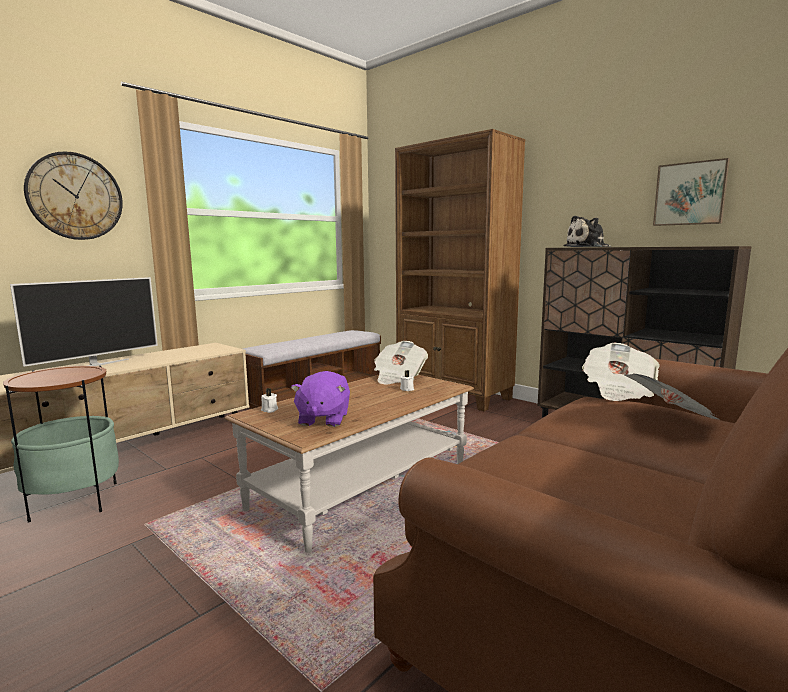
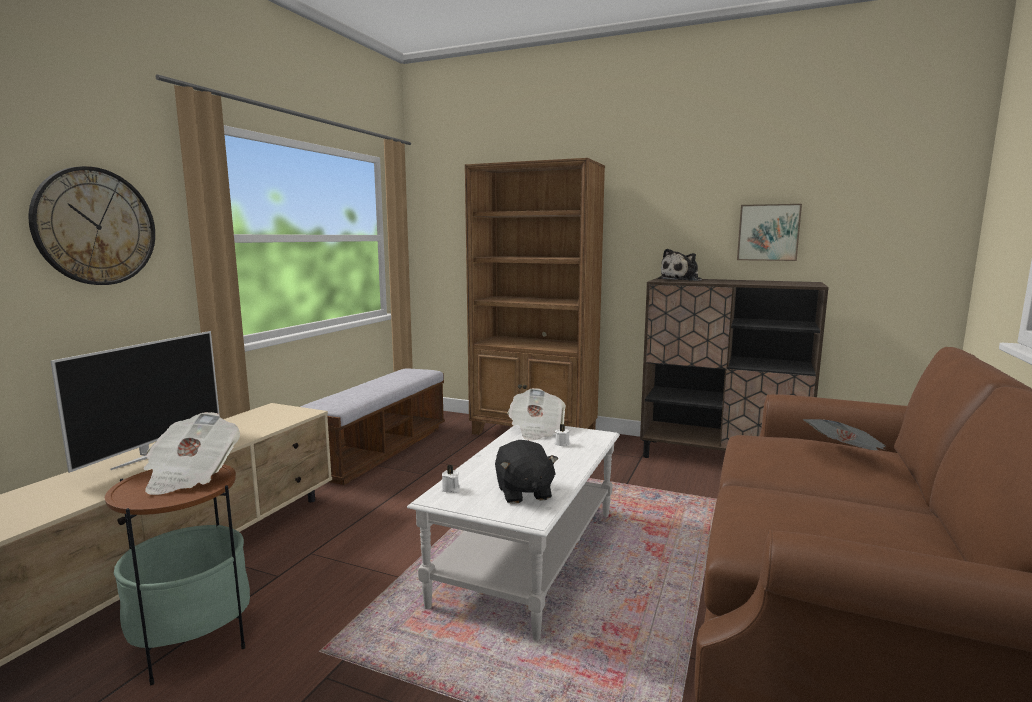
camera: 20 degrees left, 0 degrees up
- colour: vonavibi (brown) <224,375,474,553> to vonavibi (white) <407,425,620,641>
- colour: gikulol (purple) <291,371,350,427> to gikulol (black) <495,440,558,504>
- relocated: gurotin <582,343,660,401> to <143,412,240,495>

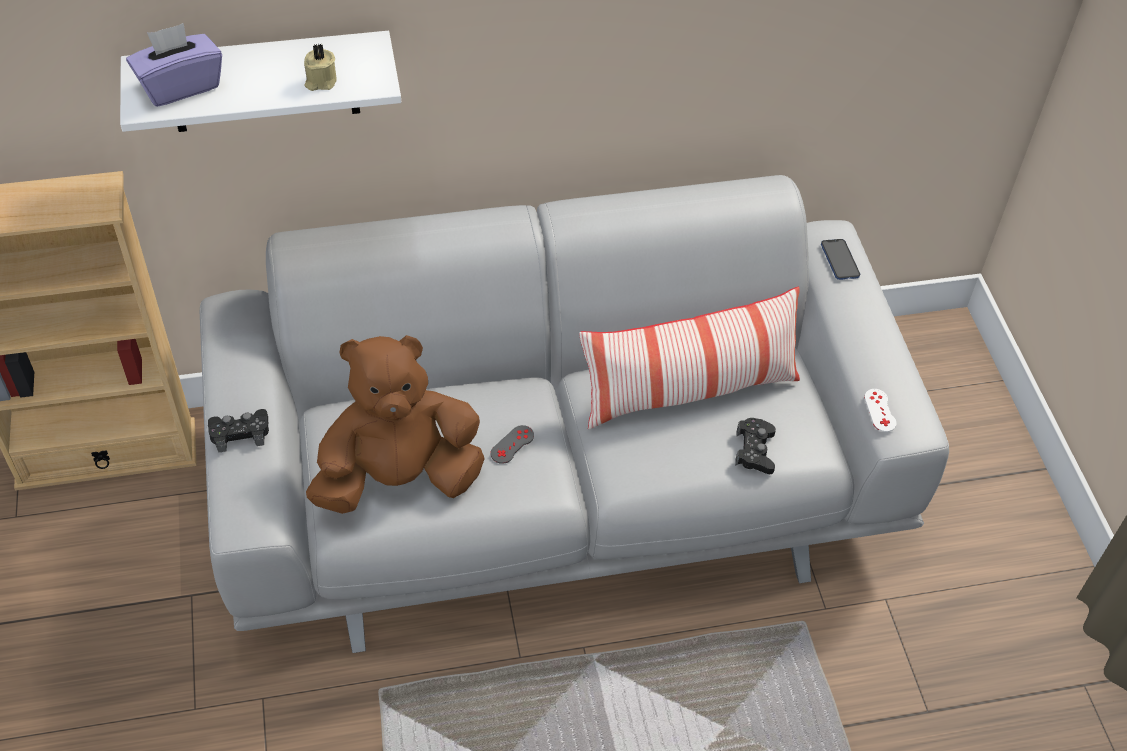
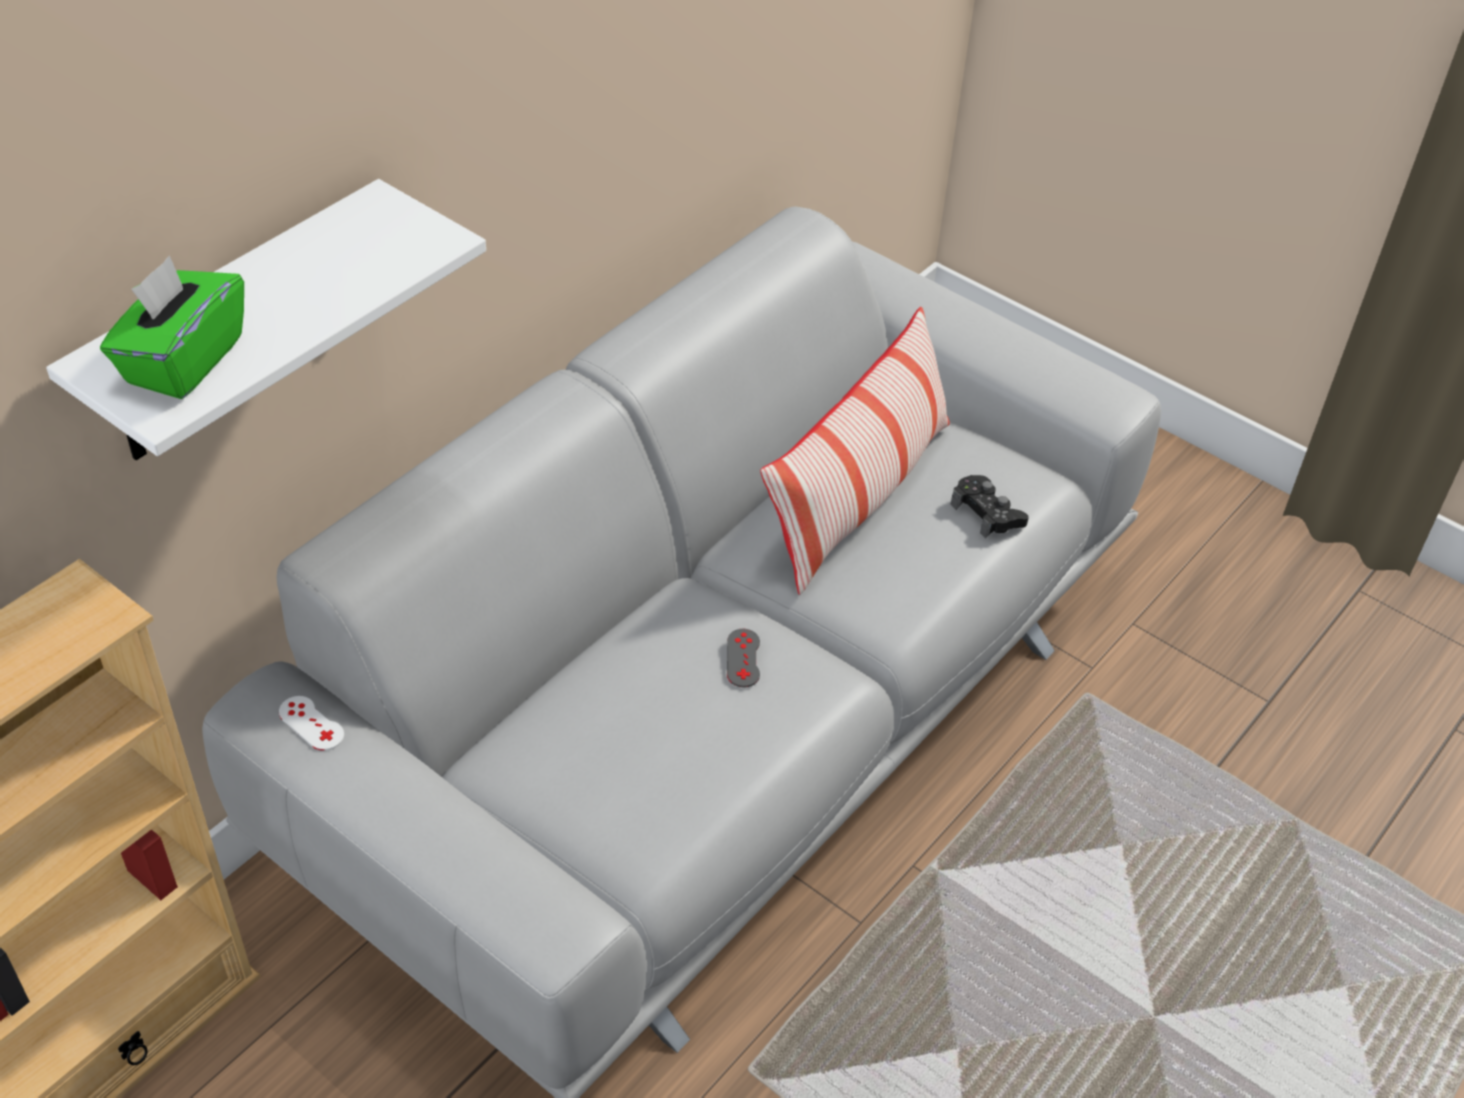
camera: 40 degrees left, 5 degrees down
- colour: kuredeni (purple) <126,23,222,107> to kuredeni (green) <100,256,244,399>
- missing: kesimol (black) <208,409,269,452>
- missing: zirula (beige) <304,44,337,91>
- missing: gikulol (brown) <306,335,485,514>
- missing: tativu <821,239,860,280>
- relocated: kesimol (white) <864,389,897,432> to <279,696,344,751>

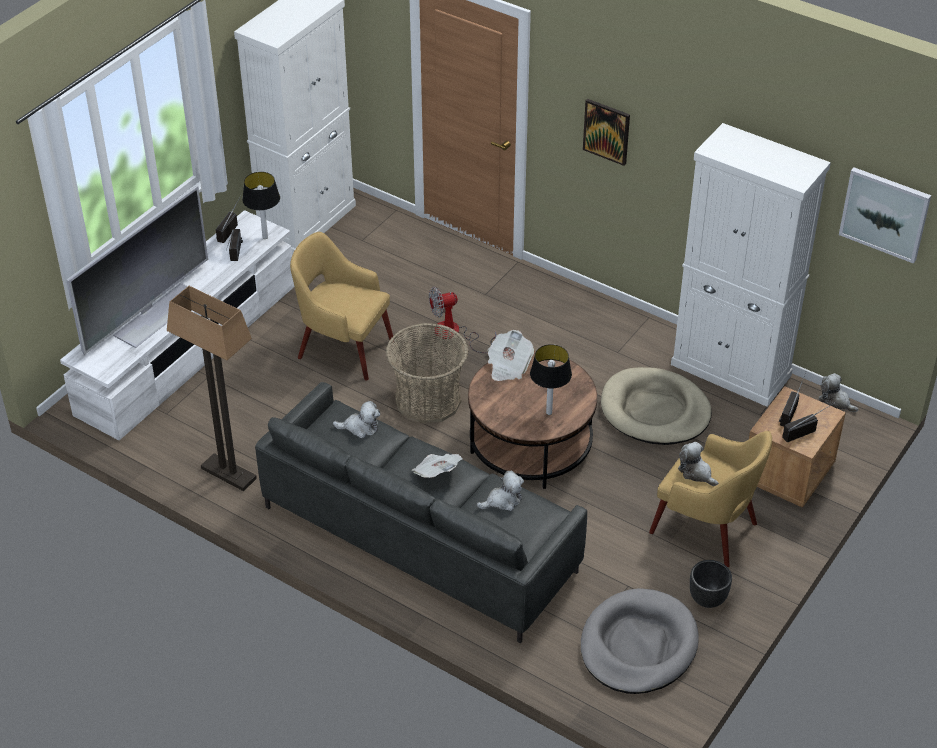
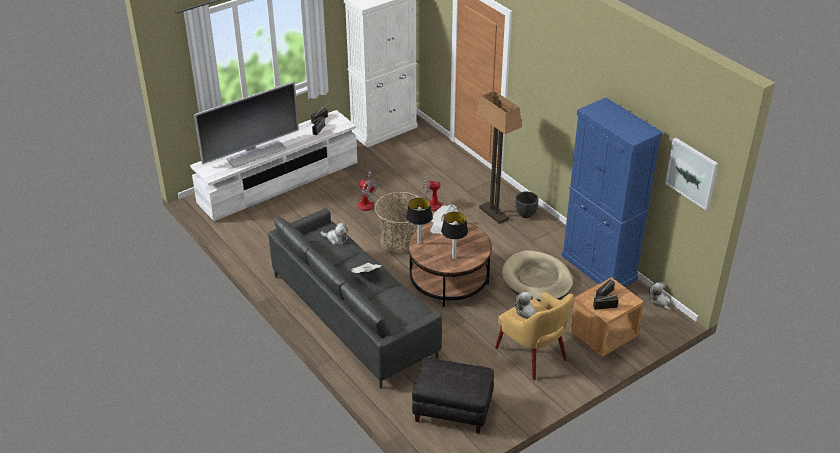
camera: 20 degrees right, 5 degrees down
- relocated: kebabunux <167,286,257,491> to <476,91,522,224>
- relocated: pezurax <242,172,280,239> to <406,198,433,245>
- exchanged: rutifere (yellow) <290,232,393,380> to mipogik <358,171,377,211>
- missing: gikulol <477,471,524,511>
- exchanged: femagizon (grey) <581,588,699,694> to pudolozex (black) <412,357,494,434>
- missing: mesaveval <583,99,630,166>
- colour: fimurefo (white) <671,123,831,407> to fimurefo (blue) <562,98,663,287>
- relocated: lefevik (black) <690,560,732,608> to <515,191,538,218>

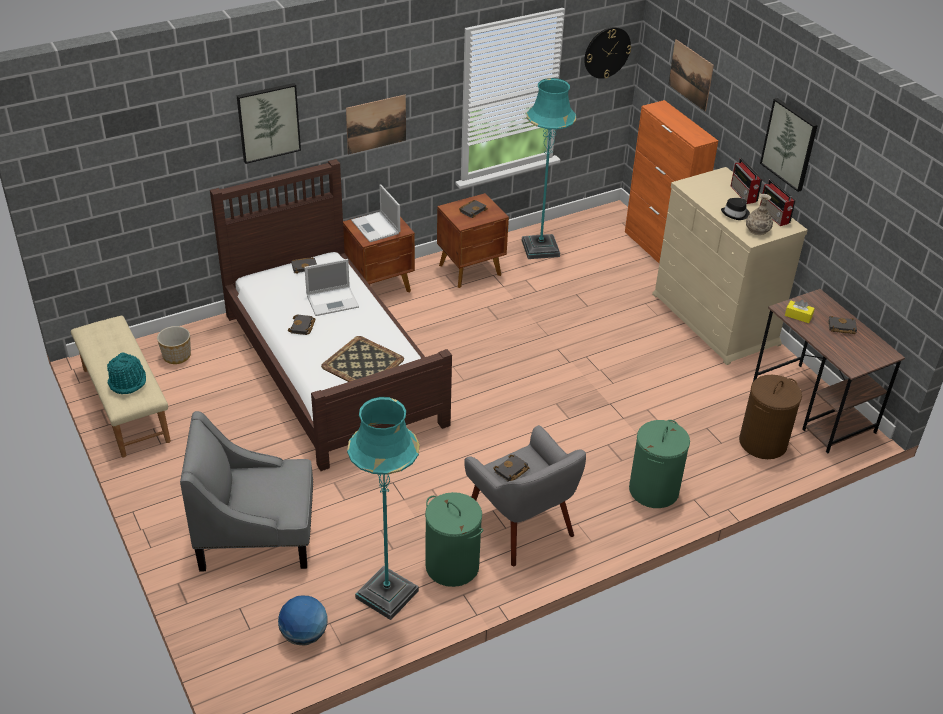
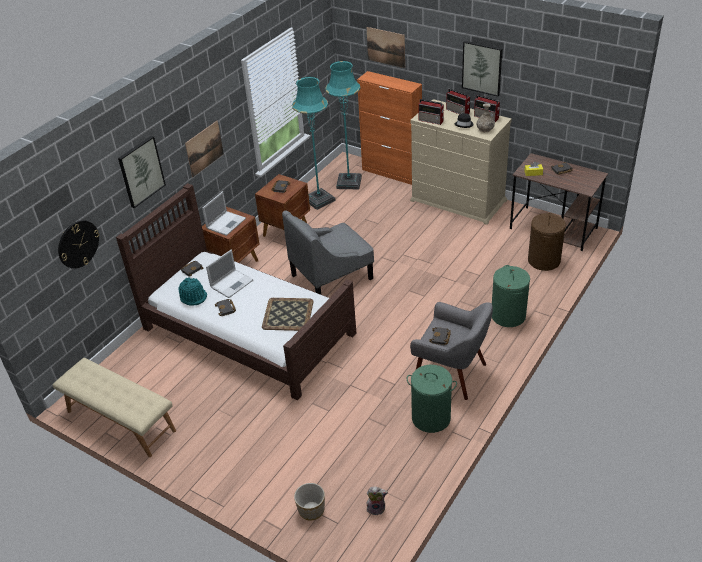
camera: 25 degrees left, 0 degrees up
- relocated: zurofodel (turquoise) <107,353,146,394> to <178,277,207,306>
- relocated: lefevik <157,326,191,364> to <294,483,325,521>
- relocated: rutifere (grey) <180,411,313,571> to <282,211,374,294>
- exchanged: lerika <278,596,327,646> to gikulol <367,487,388,515>
- relocated: kebabunux (turquoise) <347,397,420,620> to <325,61,362,189>
- spun: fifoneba <351,184,400,242> = <202,191,246,236> 90 degrees counterclockwise
- relocated: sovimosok <584,27,631,79> to <58,220,99,269>
- appeared: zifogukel <418,99,444,125>

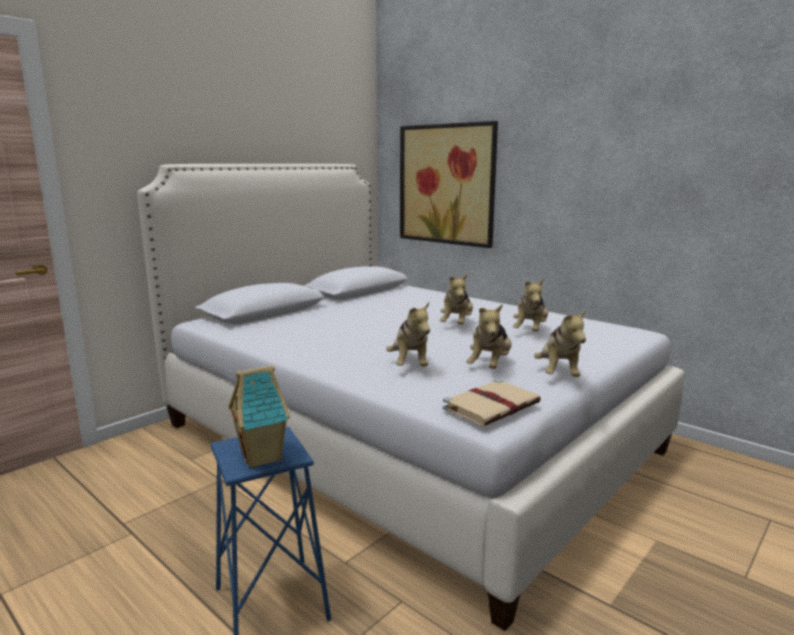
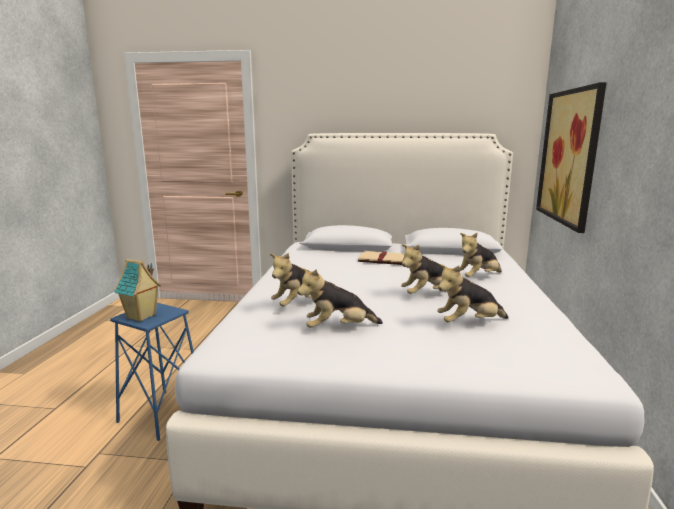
camera: 55 degrees right, 0 degrees up
- relocated: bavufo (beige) <443,379,541,426> to <358,250,405,265>
- relocated: gikulol <534,310,586,377> to <460,233,502,277>

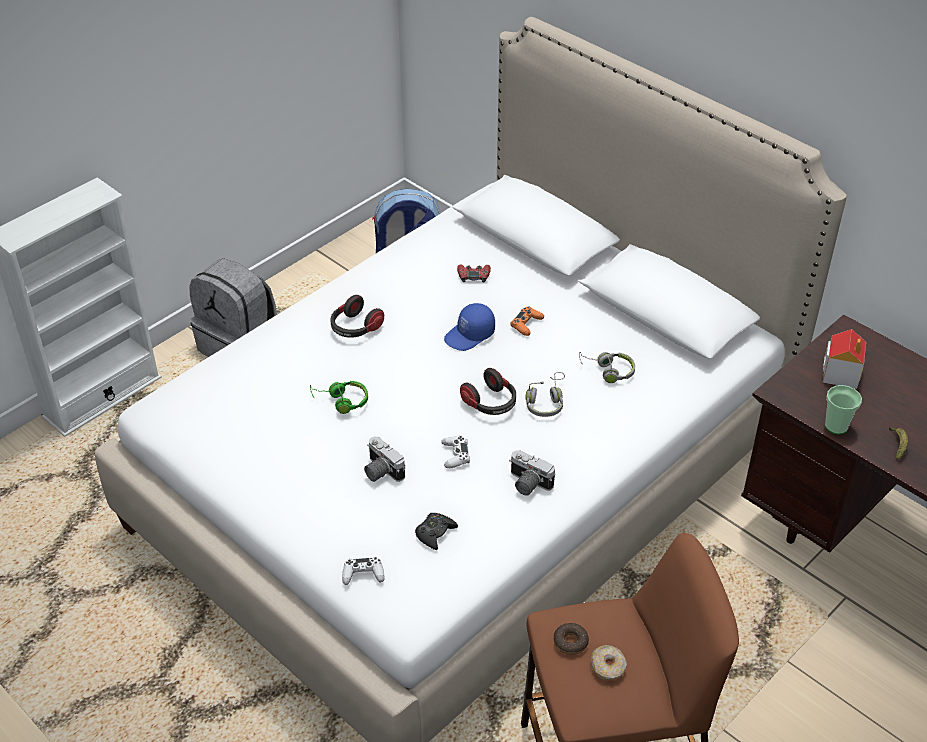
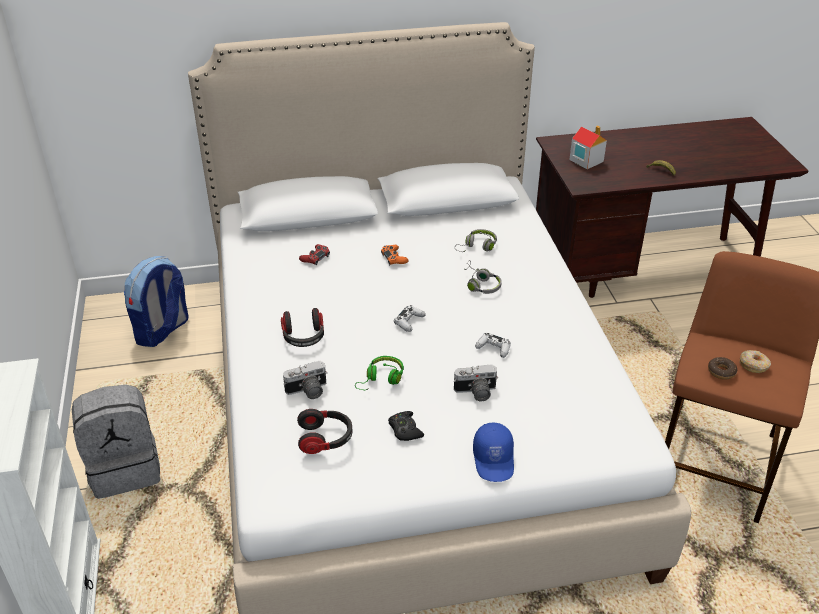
camera: 55 degrees left, 5 degrees down
- relocated: kesimol (white) <342,557,384,585> to <394,305,426,332>
- relocated: kesimol (black) <415,513,458,550> to <388,411,424,441>
- relocated: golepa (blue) <444,303,495,351> to <473,423,514,482>
- relocated: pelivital <460,368,516,415> to <297,409,352,454>
- relocated: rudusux <509,450,556,495> to <283,361,328,399>
- missing: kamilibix <825,385,862,434>

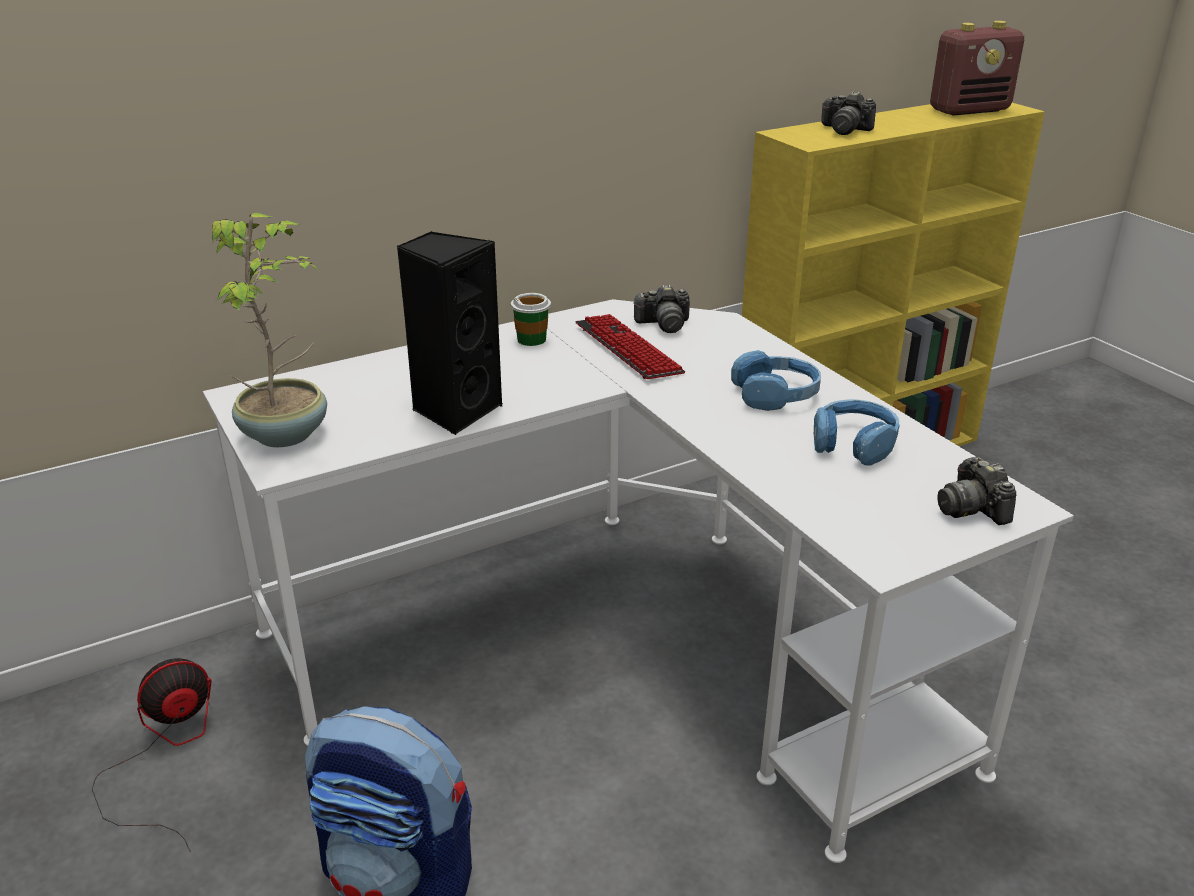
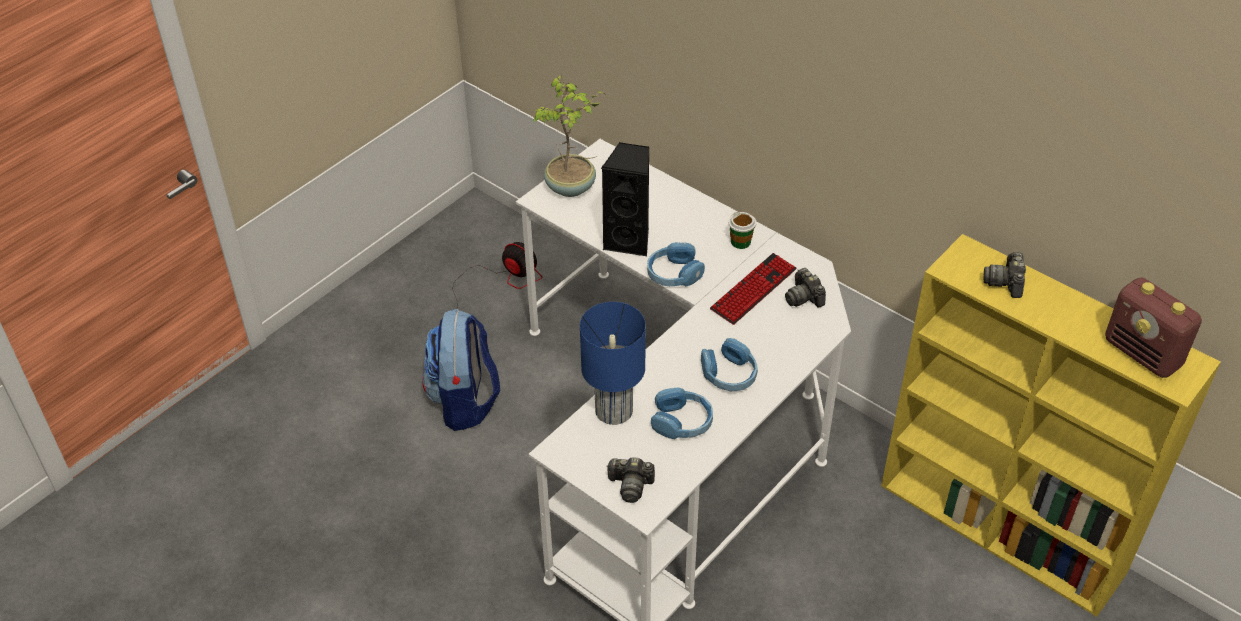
camera: 70 degrees right, 15 degrees up
- spun: rudusux <937,457,1016,525> = <606,457,655,503> 135 degrees counterclockwise
- appeared: pezurax (blue) <580,302,646,425>
- appeared: pelivital (blue) <647,242,705,287>

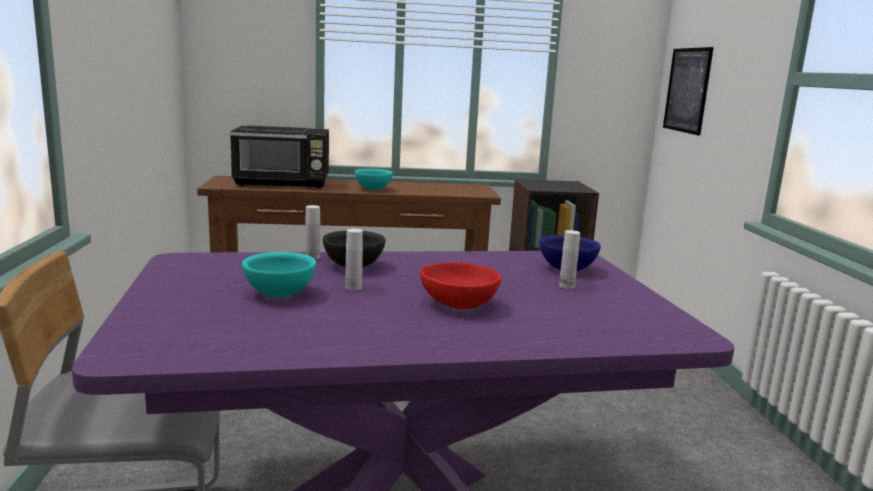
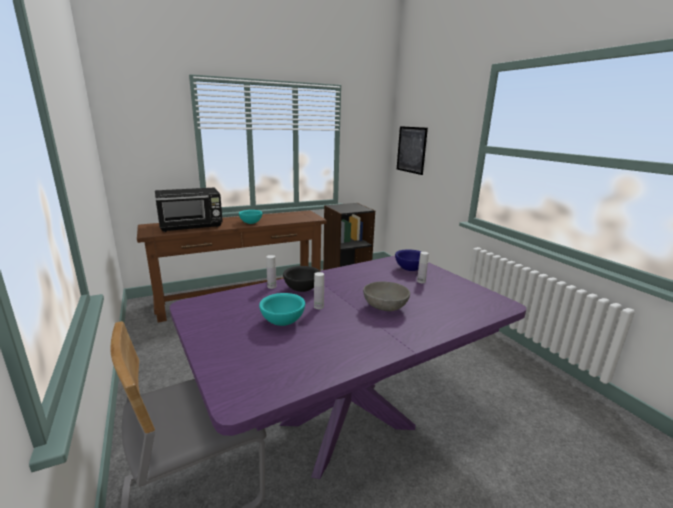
camera: 20 degrees left, 5 degrees up
- colour: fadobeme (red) <420,262,501,309> to fadobeme (grey) <363,281,410,311>

